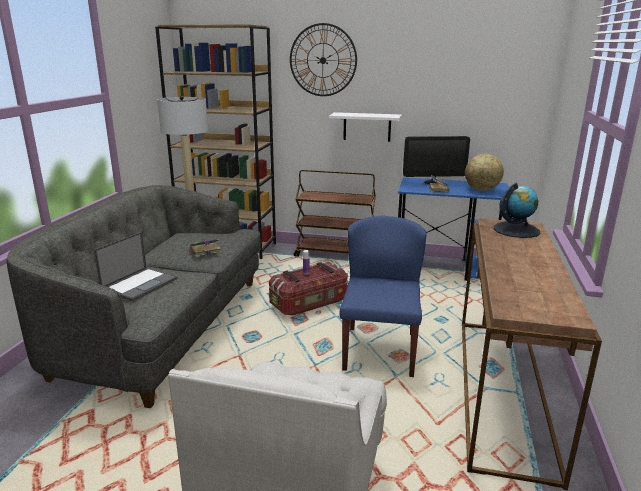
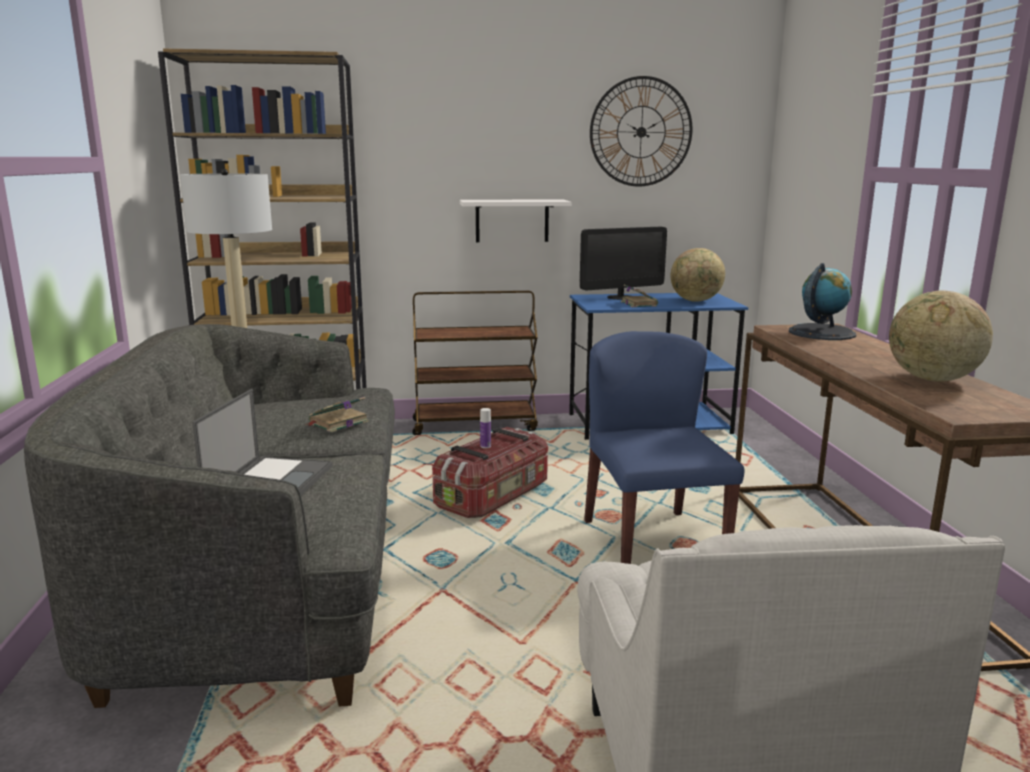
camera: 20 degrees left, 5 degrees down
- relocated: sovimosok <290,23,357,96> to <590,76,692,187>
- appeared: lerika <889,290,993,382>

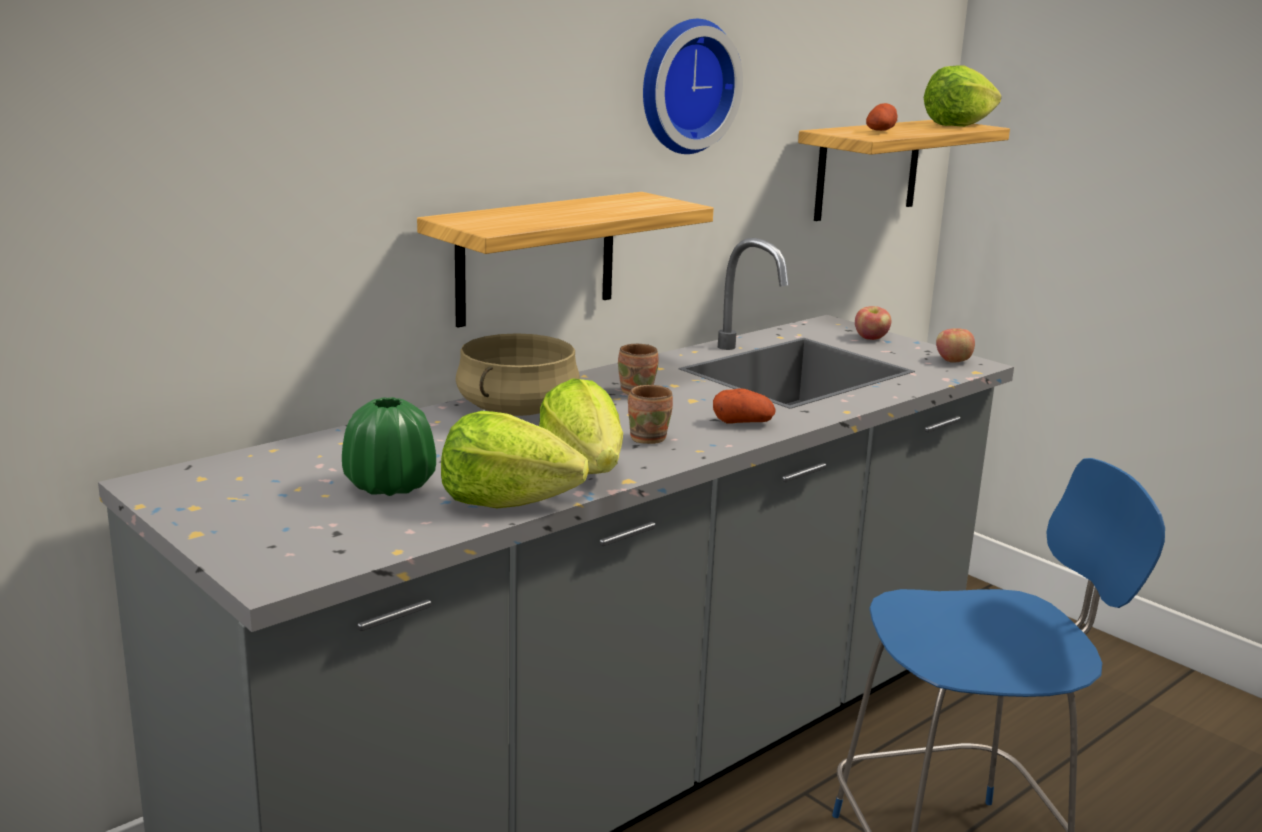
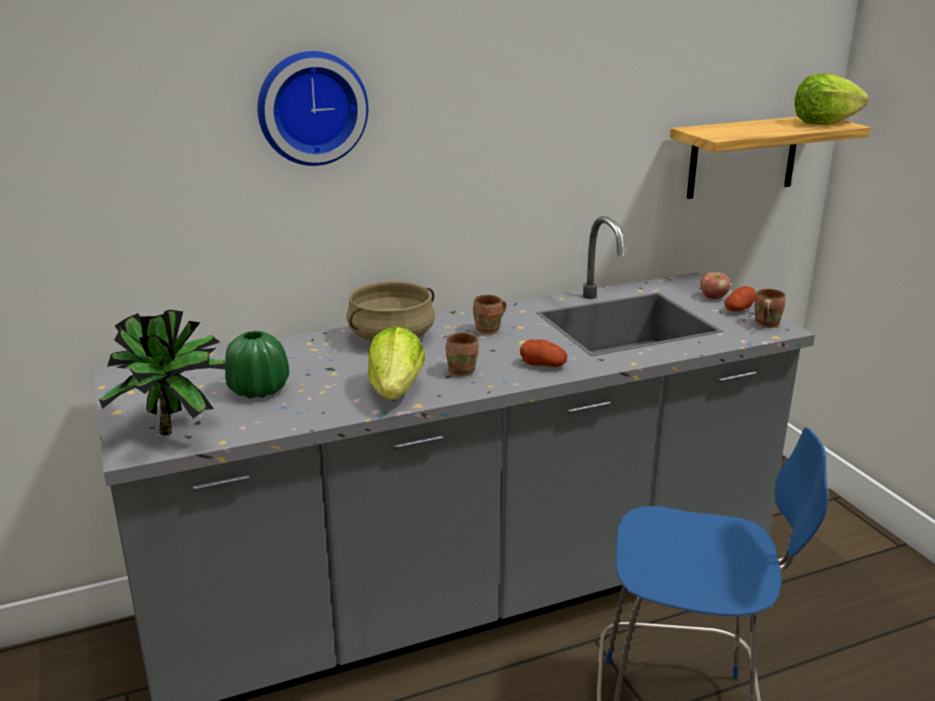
camera: 20 degrees right, 5 degrees up
- missing: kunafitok <417,192,714,327>
- missing: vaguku <441,411,589,508>
- relocated: sovimosok <643,19,743,154> to <257,51,368,166>
- relocated: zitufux <866,103,897,131> to <725,286,756,312>
- exchanged: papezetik <936,329,975,363> to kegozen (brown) <754,289,786,328>
- appeared: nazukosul <99,310,227,435>

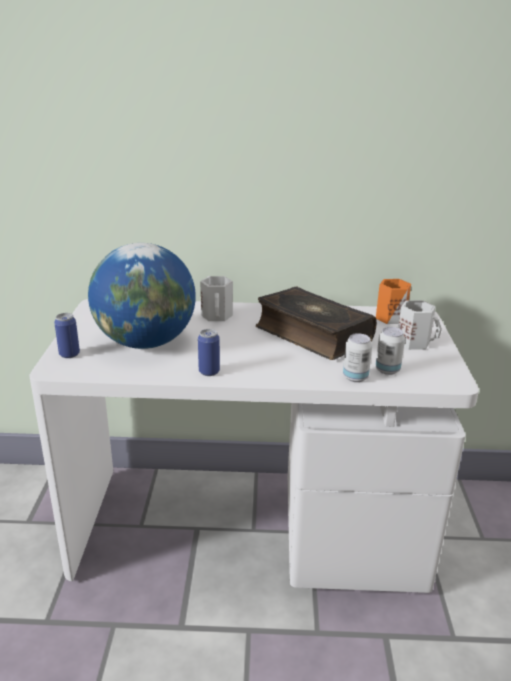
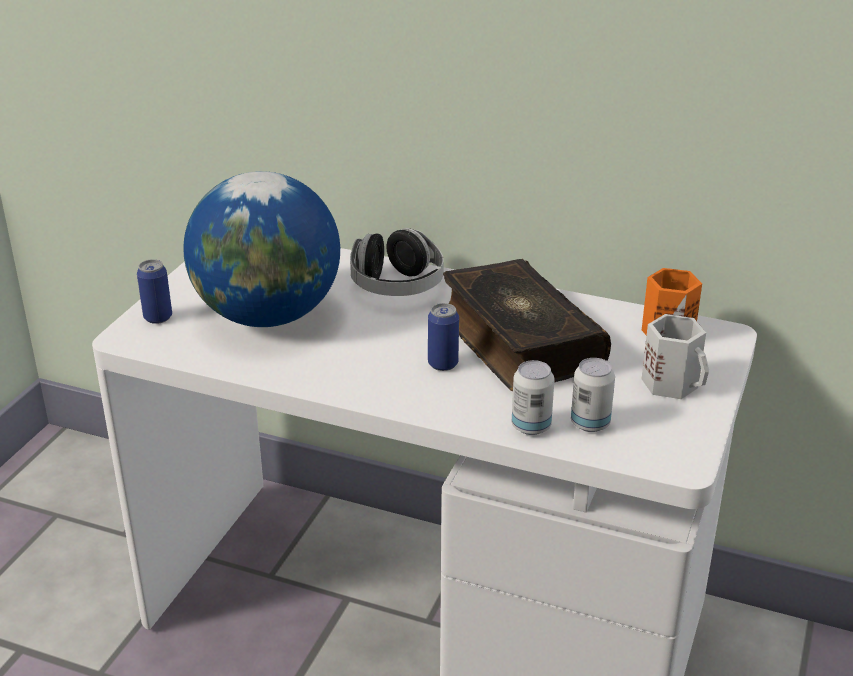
camera: 20 degrees right, 5 degrees up
- relocated: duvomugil <198,329,220,376> to <428,303,459,371>
- exchanged: kegozen (white) <200,276,233,321> to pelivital <350,228,444,296>

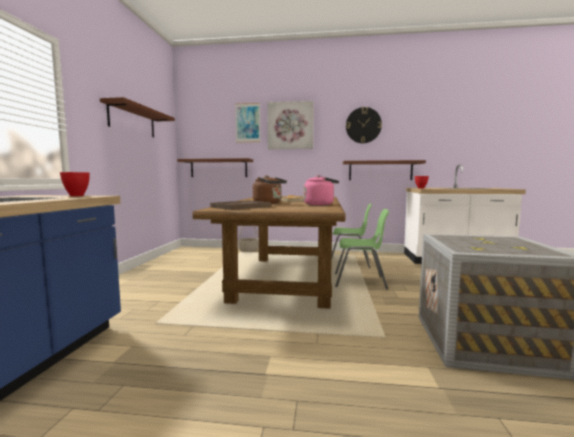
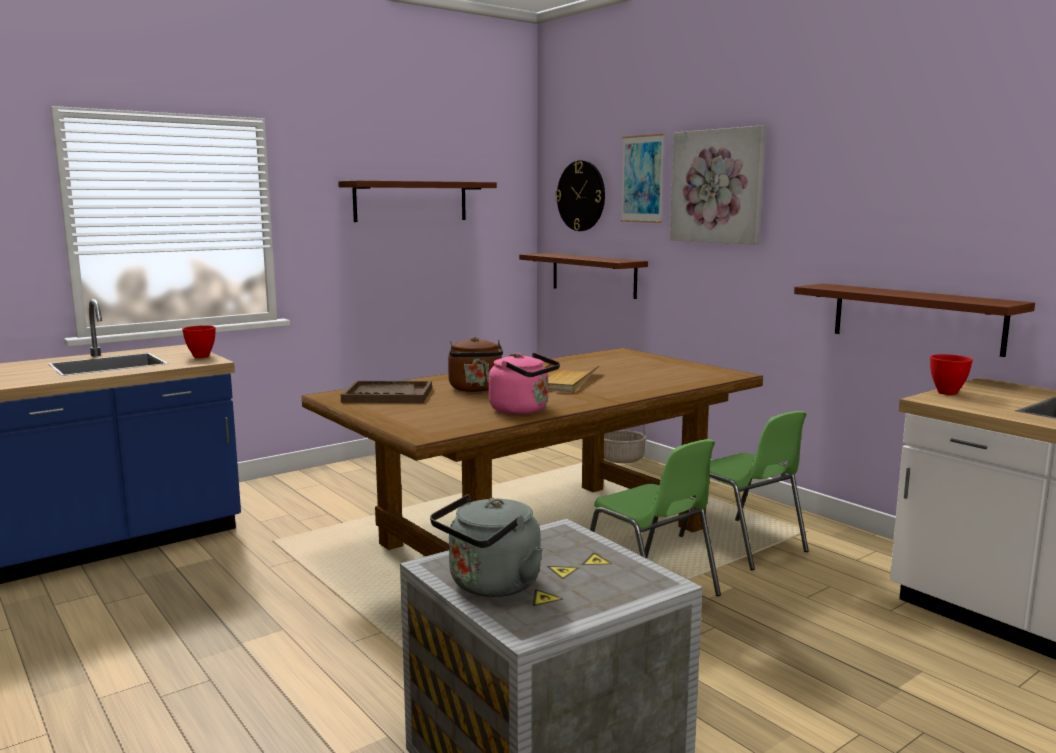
camera: 45 degrees right, 5 degrees up
- relocated: sovimosok <346,107,382,143> to <555,160,605,231>
- appeared: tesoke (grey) <430,494,543,597>

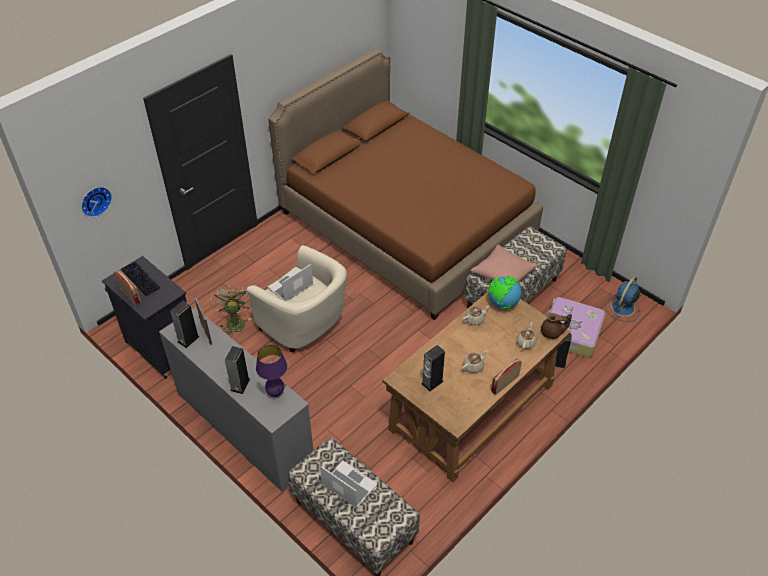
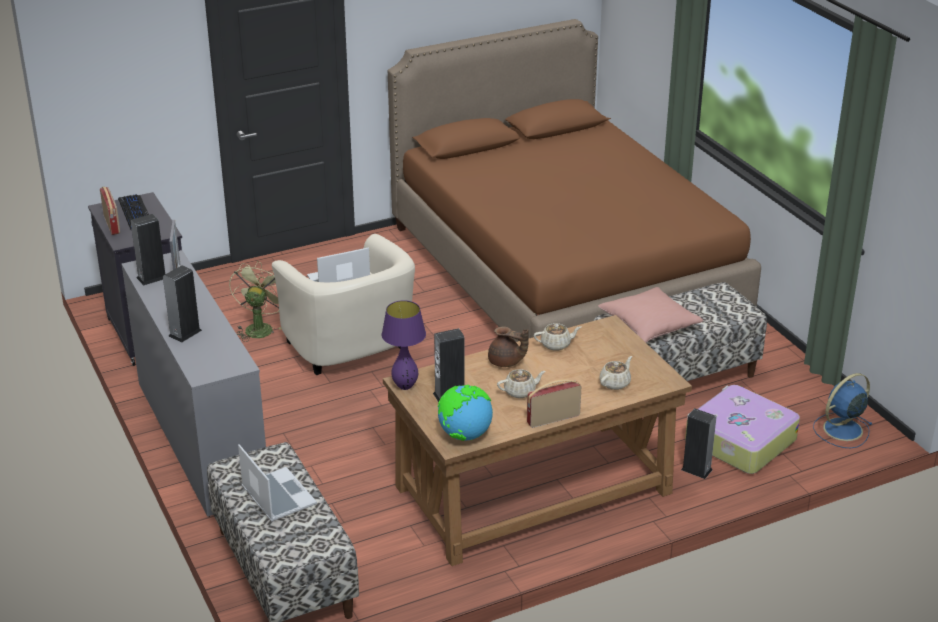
camera: 20 degrees right, 15 degrees down
- missing: sovimosok <81,187,112,217>
- relocated: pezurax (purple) <256,345,287,397> to <382,300,426,390>
- relocated: lerika <488,276,521,309> to <438,385,493,441>
- relocated: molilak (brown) <541,313,572,339> to <488,326,529,367>

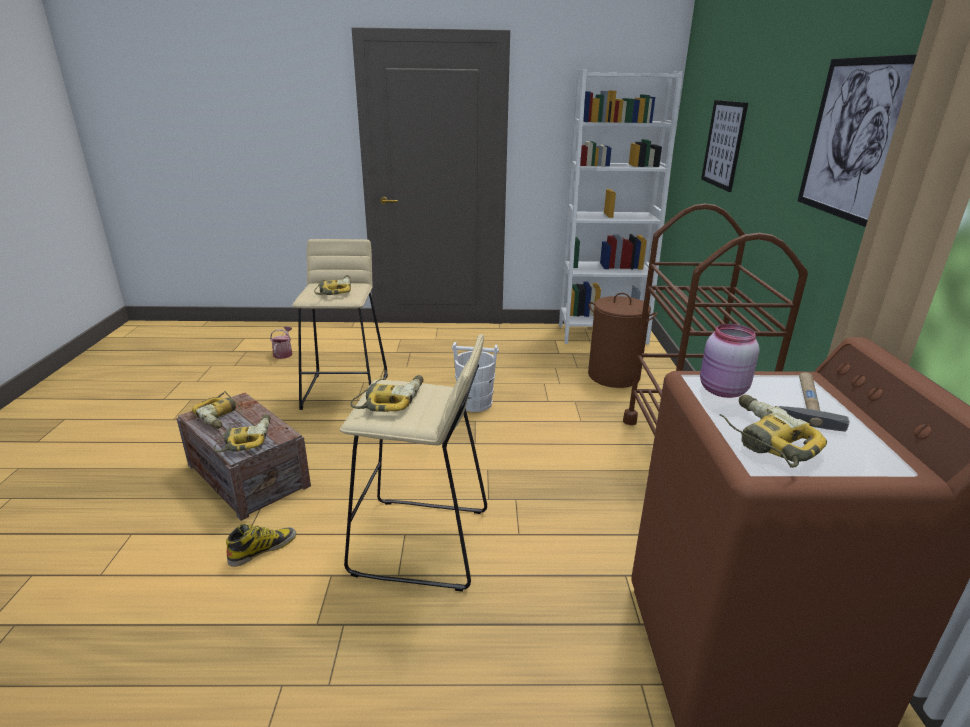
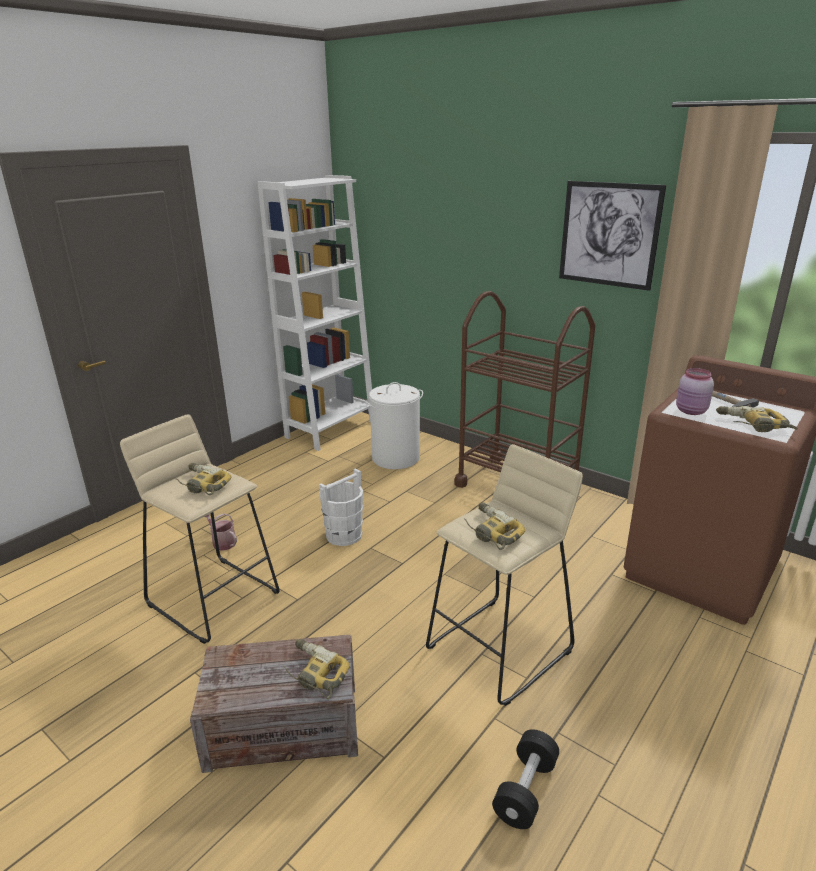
camera: 50 degrees left, 0 degrees up
- missing: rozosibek <192,391,241,429>
- missing: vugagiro <226,523,296,567>
- relocated: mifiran <270,326,292,359> to <204,513,237,551>
- colour: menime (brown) <588,293,657,388> to menime (white) <365,382,423,469>
- missing: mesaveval <701,100,748,192>
- appeared: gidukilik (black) <492,729,559,829>

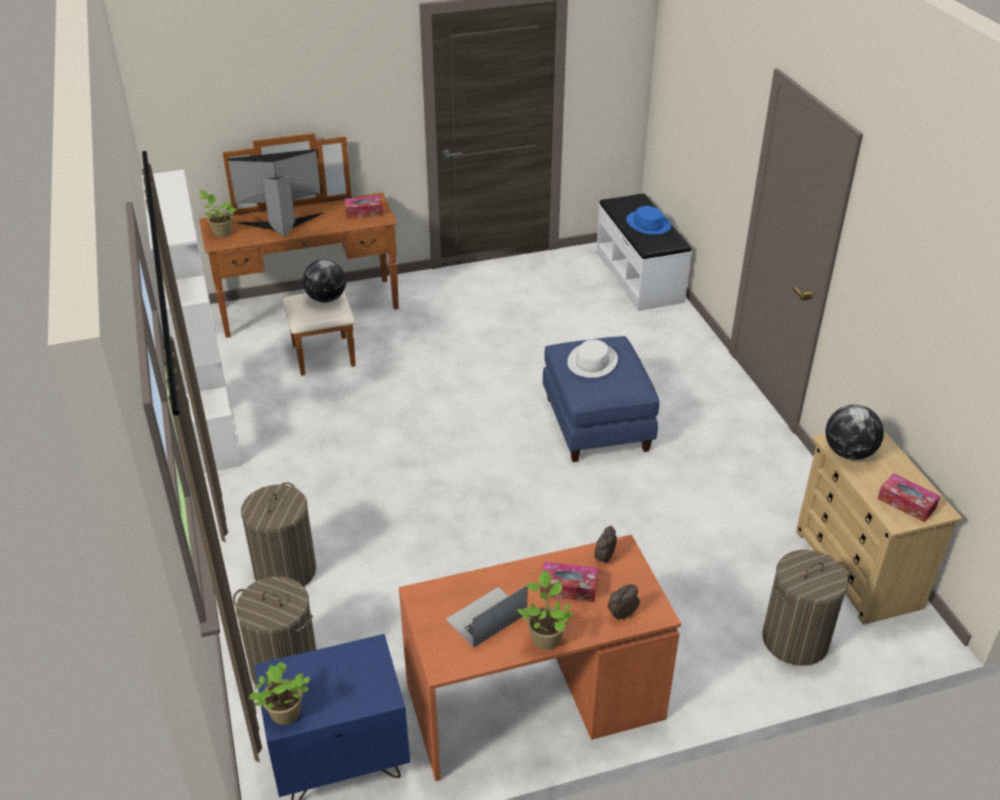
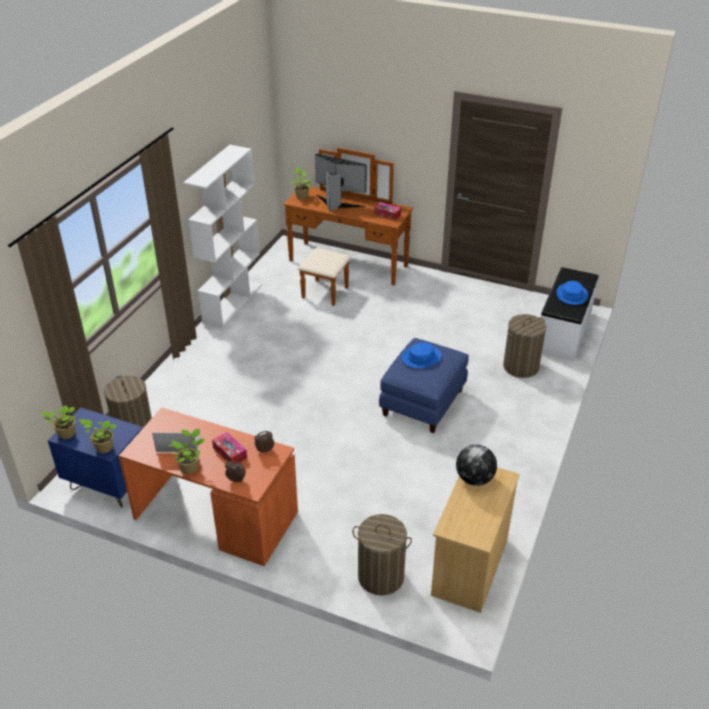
camera: 40 degrees right, 0 degrees up
- relocated: menime <241,482,316,587> to <503,314,546,378>
- missing: lerika <303,259,346,303>
- colour: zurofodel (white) <567,339,618,378> to zurofodel (blue) <401,343,442,368>
- missing: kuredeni <877,473,940,522>
- appeared: nazukosul <78,419,117,453>

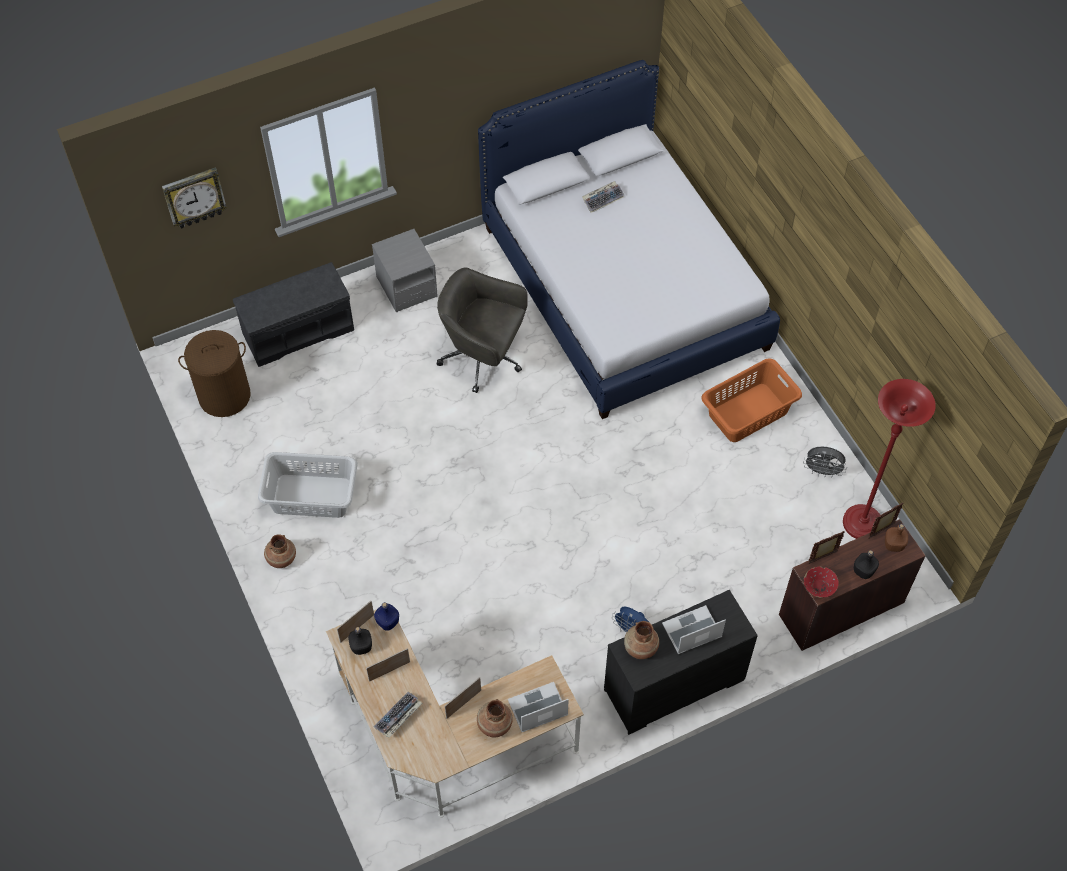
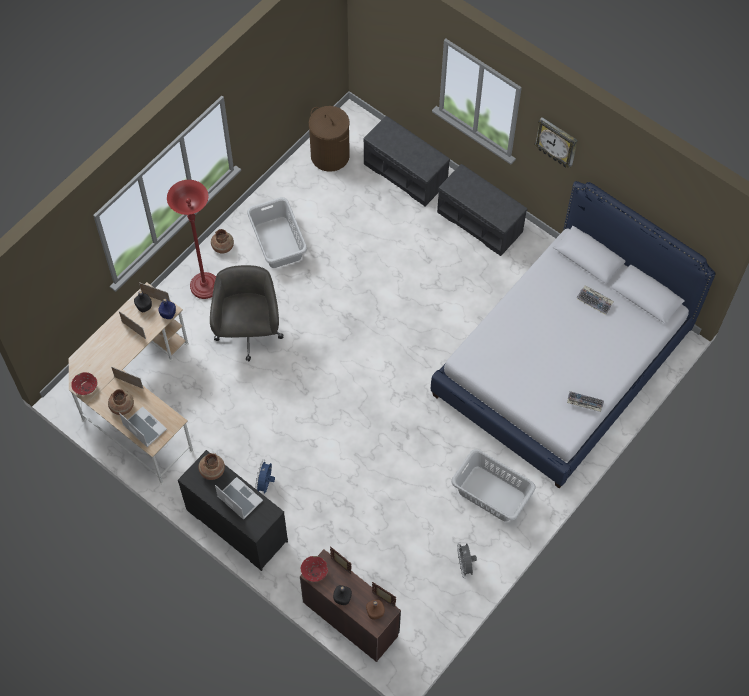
camera: 65 degrees right, 5 degrees up
- relocated: sovimosok <162,167,227,229> to <535,117,578,168>
- exchanged: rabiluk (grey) <372,229,438,312> to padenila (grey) <437,164,527,256>
- relocated: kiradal <374,692,423,738> to <567,391,604,412>
- relocated: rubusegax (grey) <437,267,528,393> to <210,265,283,361>
- colour: menime (orange) <701,358,802,442> to menime (grey) <451,449,536,522>
- relocated: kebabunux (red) <843,379,936,539> to <167,180,216,299>
- appeared: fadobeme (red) <71,372,97,395>

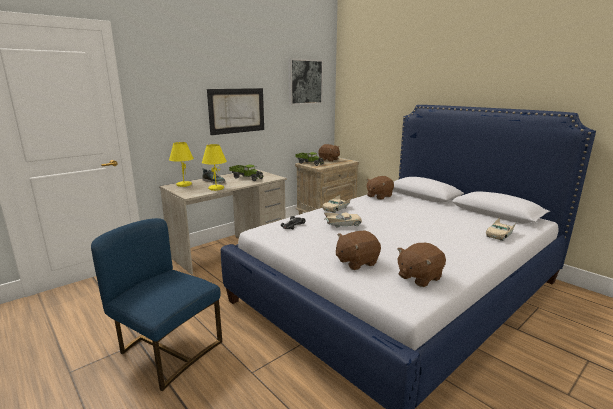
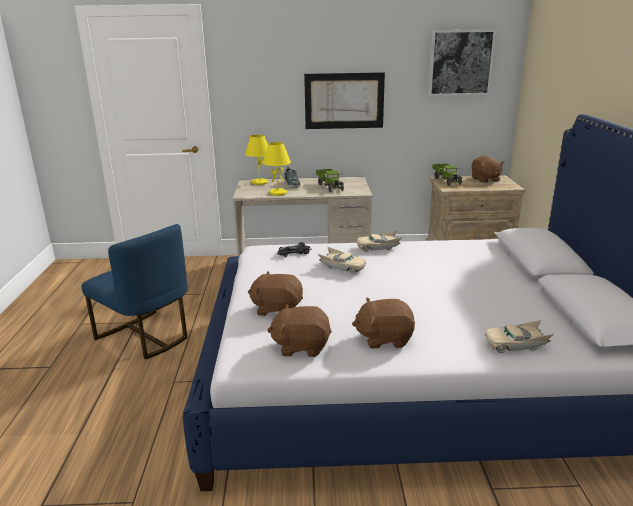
camera: 40 degrees right, 5 degrees up
- spun: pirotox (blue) <91,218,222,391> = <81,224,188,360> 150 degrees clockwise
- relocated: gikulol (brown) <366,176,394,200> to <352,298,415,349>

